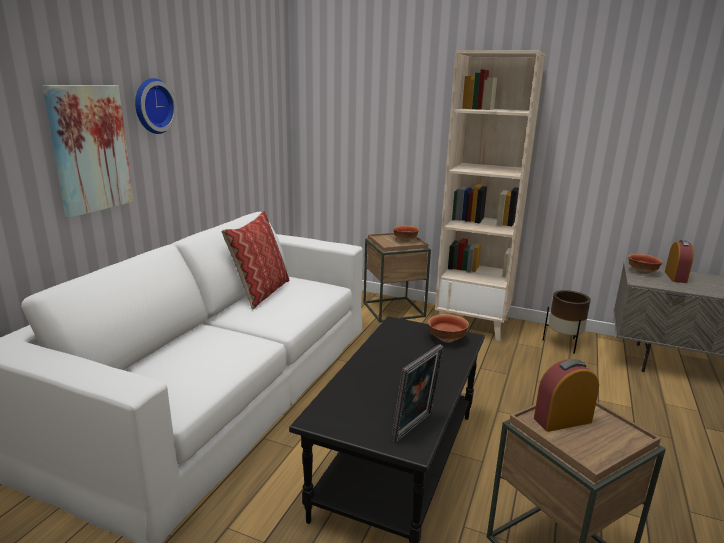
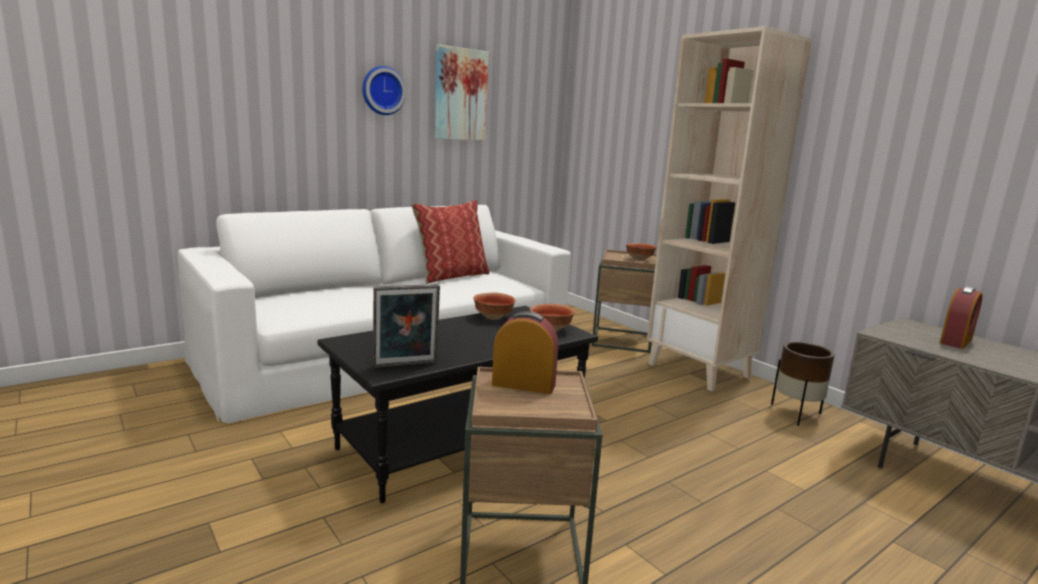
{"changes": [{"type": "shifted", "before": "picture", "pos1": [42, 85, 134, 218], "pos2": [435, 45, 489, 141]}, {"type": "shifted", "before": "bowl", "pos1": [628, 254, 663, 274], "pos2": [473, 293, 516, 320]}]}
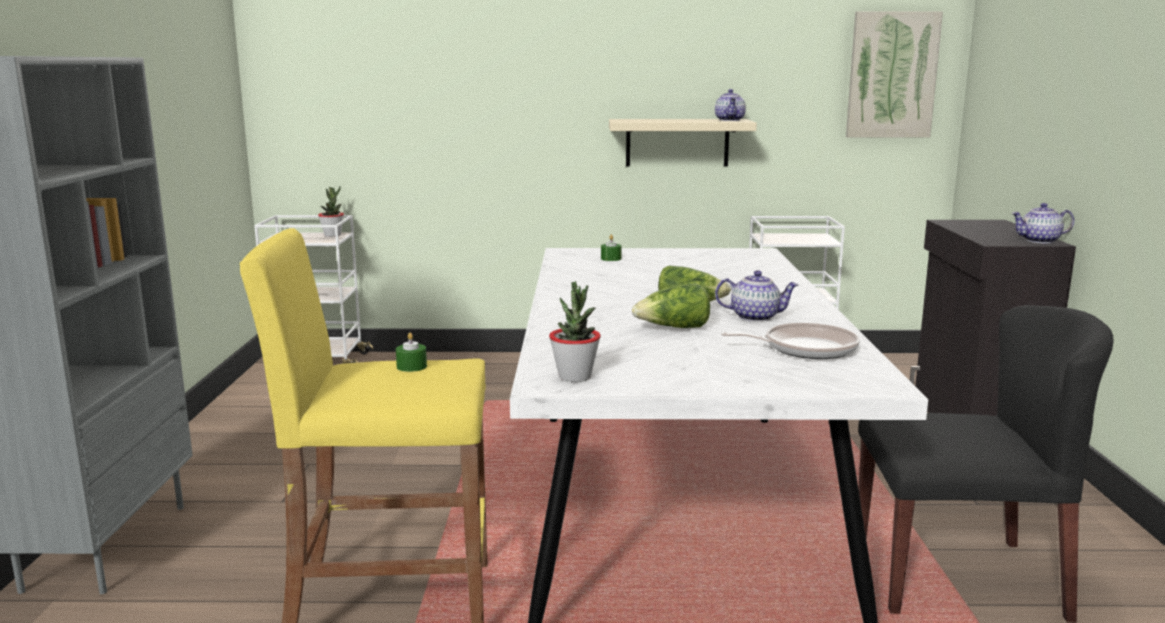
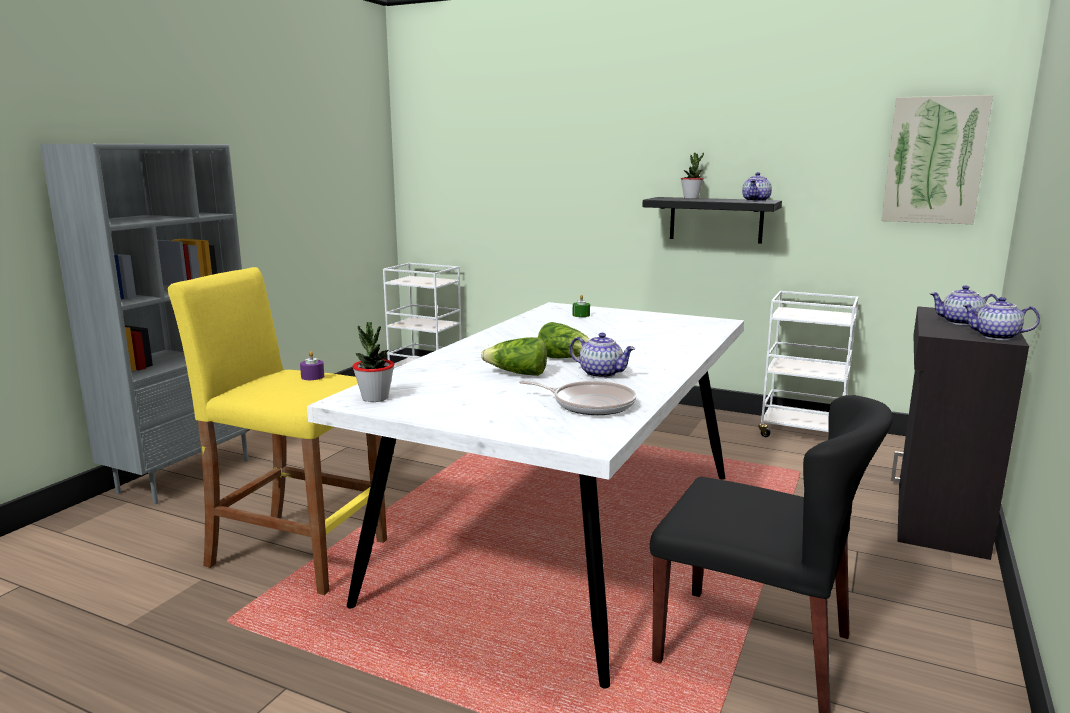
{"changes": [{"type": "new", "after": "teapot", "pos2": [930, 286, 999, 325]}, {"type": "shifted", "before": "potted plant", "pos1": [318, 186, 344, 237], "pos2": [681, 153, 704, 199]}, {"type": "repainted", "before": "green candle", "after": "purple candle", "pos1": [396, 332, 427, 372], "pos2": [300, 351, 324, 380]}, {"type": "repainted", "before": "beige shelf", "after": "black shelf", "pos1": [609, 119, 757, 167], "pos2": [642, 197, 782, 244]}]}
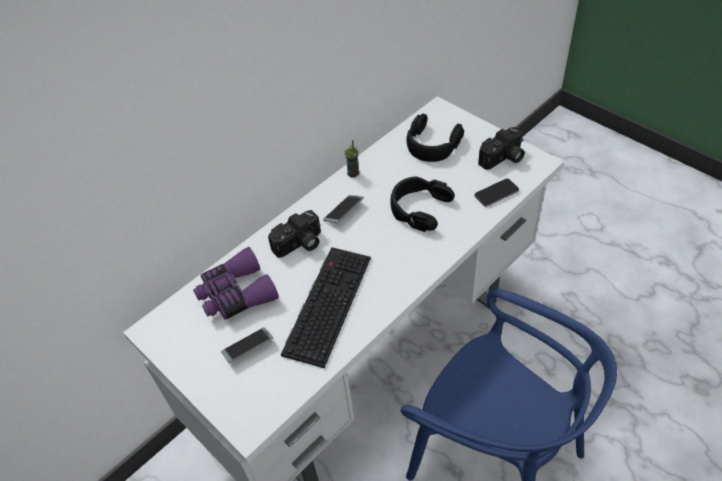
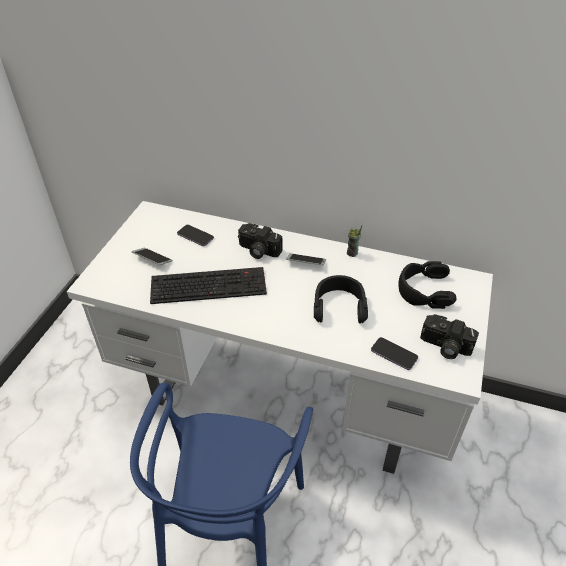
{"changes": [{"type": "swapped", "before": "purple binoculars", "after": "phone", "pos1": [193, 247, 279, 320], "pos2": [177, 225, 214, 246]}]}
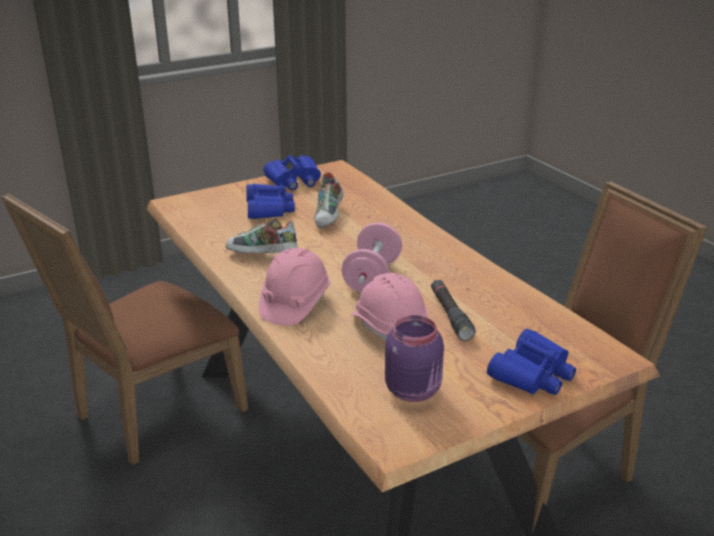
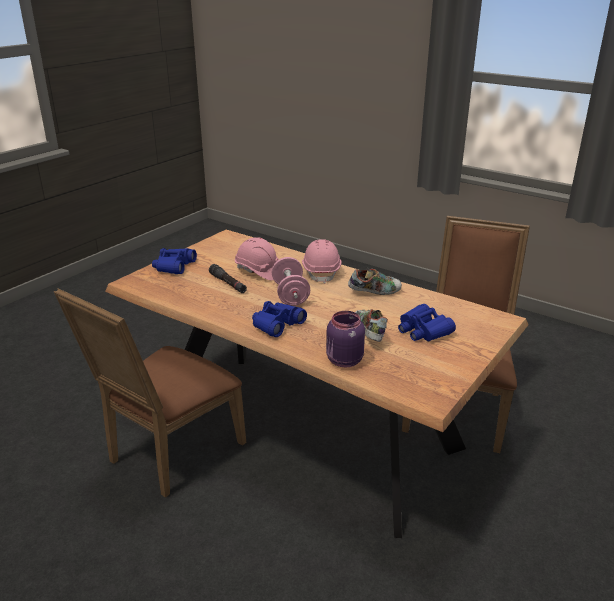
{"changes": [{"type": "shifted", "before": "blue binoculars", "pos1": [264, 155, 321, 191], "pos2": [252, 301, 307, 337]}, {"type": "shifted", "before": "purple jar", "pos1": [385, 315, 444, 402], "pos2": [326, 311, 365, 367]}]}
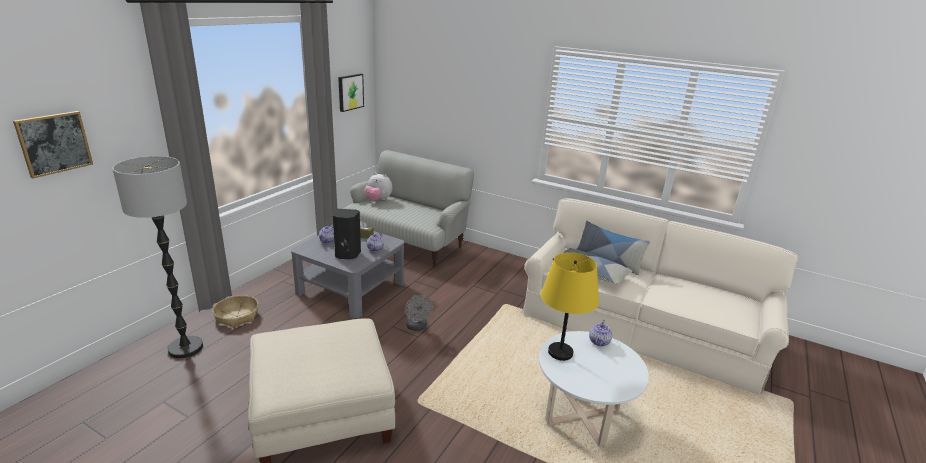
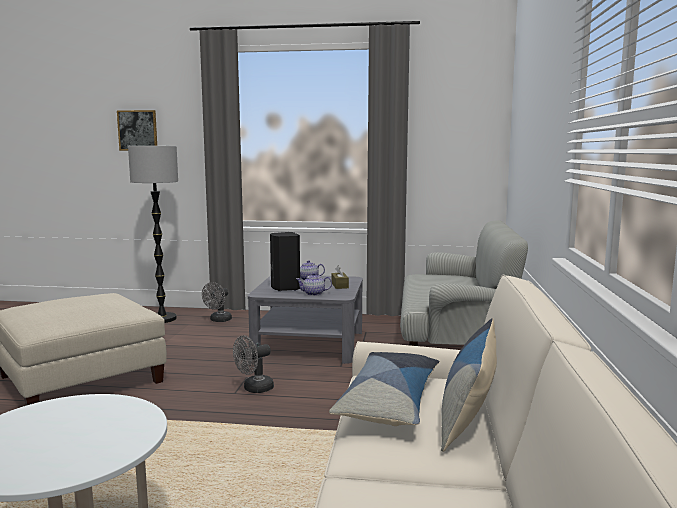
{"changes": [{"type": "gone", "before": "picture", "pos1": [338, 74, 364, 112]}, {"type": "gone", "before": "plush toy", "pos1": [365, 173, 393, 201]}, {"type": "gone", "before": "yellow table lamp", "pos1": [541, 252, 599, 361]}, {"type": "gone", "before": "teapot", "pos1": [589, 320, 612, 346]}, {"type": "swapped", "before": "basket", "after": "grey fan", "pos1": [213, 295, 259, 328], "pos2": [202, 282, 232, 322]}]}
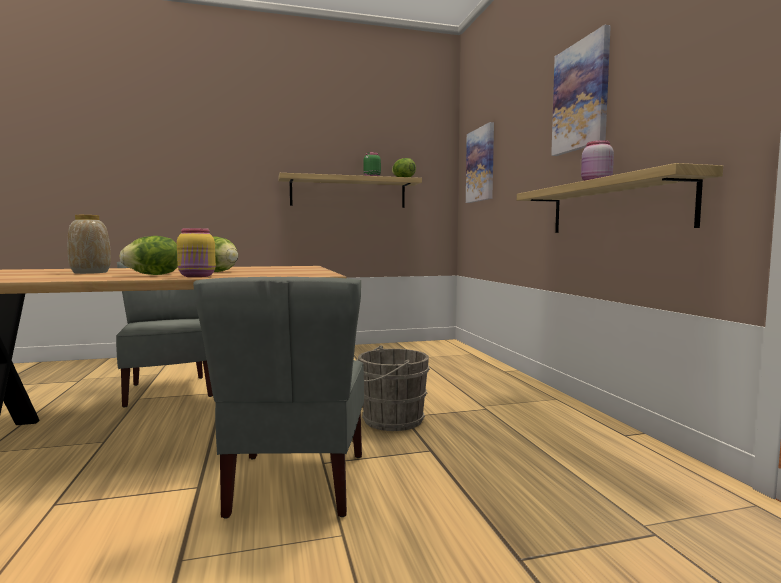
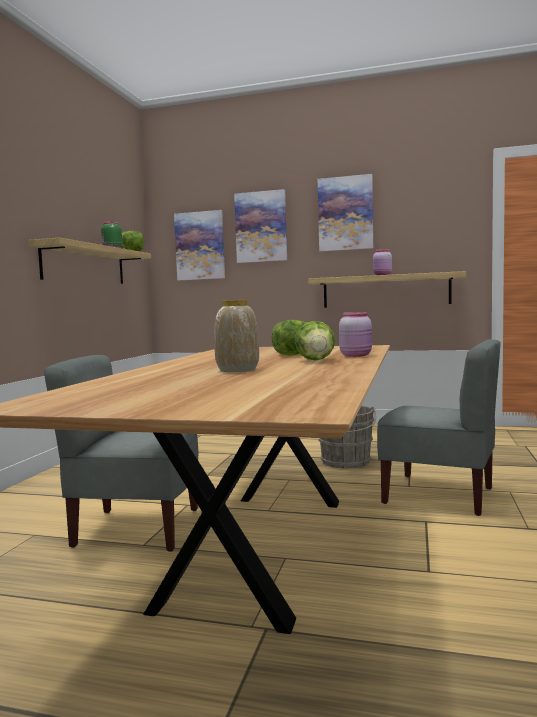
{"changes": [{"type": "new", "after": "picture", "pos2": [234, 189, 287, 263]}, {"type": "repainted", "before": "yellow jar", "after": "pink jar", "pos1": [177, 228, 216, 277], "pos2": [339, 312, 372, 357]}]}
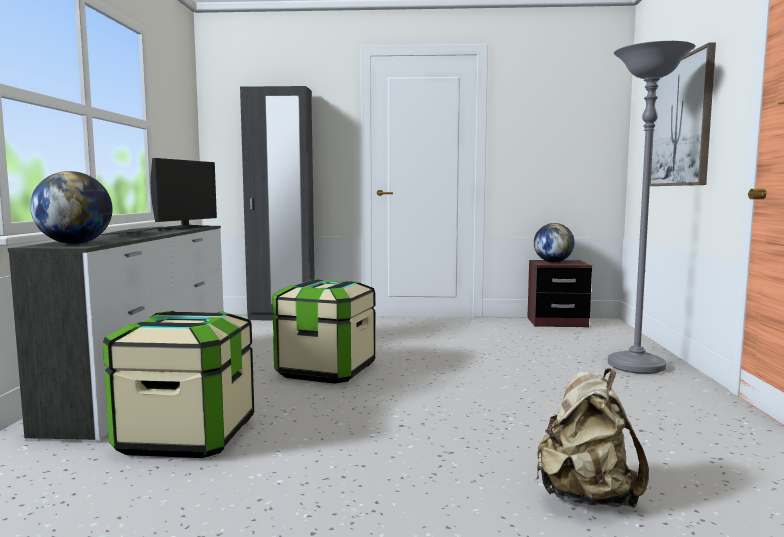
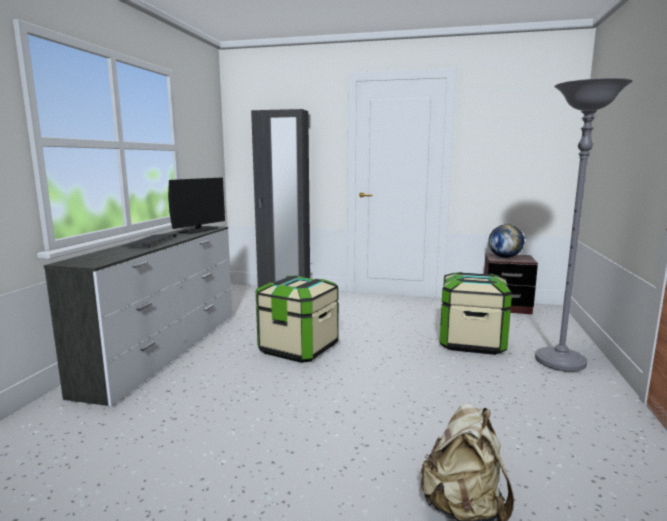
{"changes": [{"type": "gone", "before": "globe", "pos1": [30, 171, 112, 244]}, {"type": "gone", "before": "picture", "pos1": [650, 42, 716, 186]}, {"type": "shifted", "before": "storage box", "pos1": [103, 311, 254, 458], "pos2": [440, 272, 512, 355]}]}
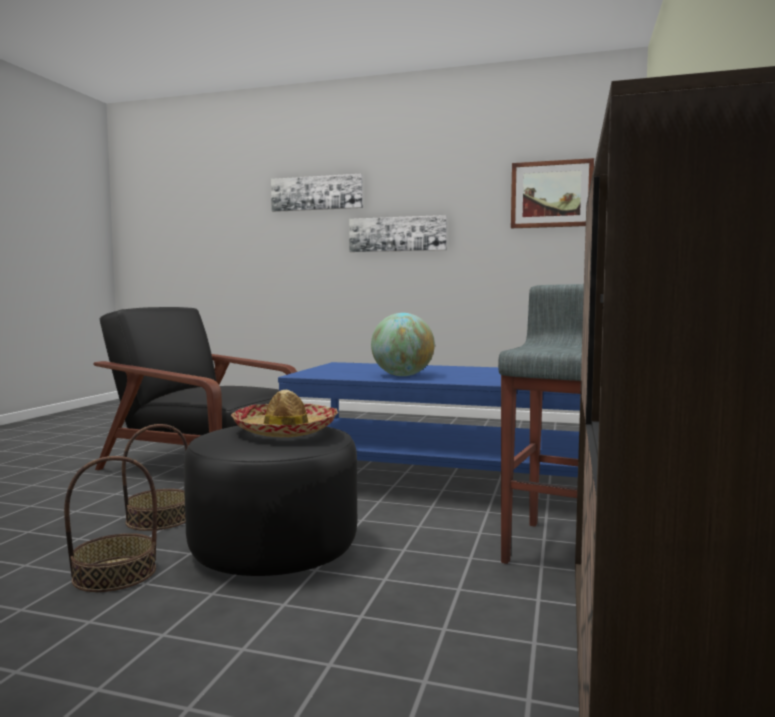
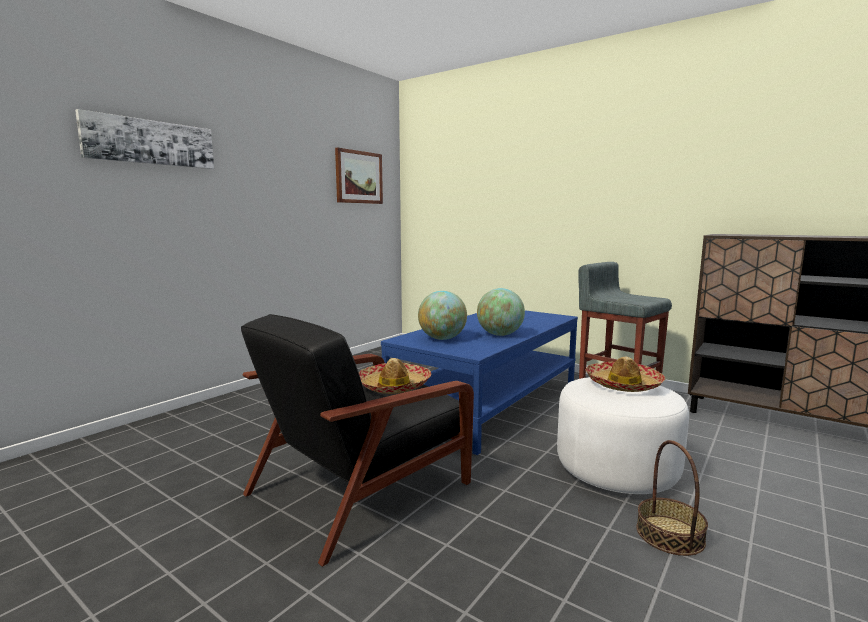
{"changes": [{"type": "gone", "before": "basket", "pos1": [122, 424, 188, 531]}, {"type": "gone", "before": "picture", "pos1": [349, 215, 447, 252]}, {"type": "new", "after": "hat", "pos2": [359, 358, 431, 394]}, {"type": "new", "after": "globe", "pos2": [418, 291, 467, 340]}, {"type": "repainted", "before": "black ottoman", "after": "white ottoman", "pos1": [184, 426, 357, 576], "pos2": [557, 377, 689, 494]}]}
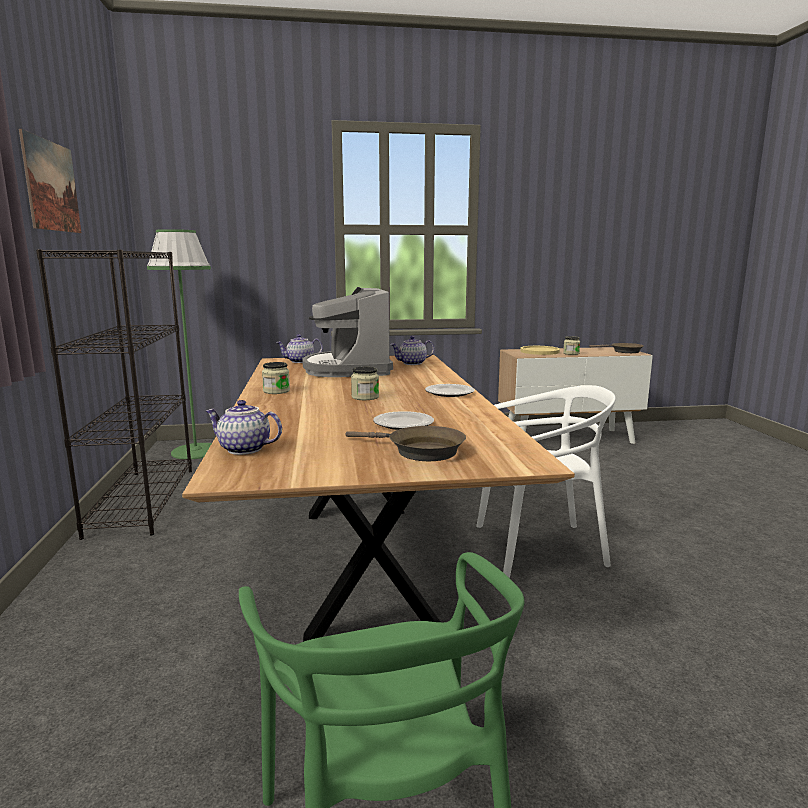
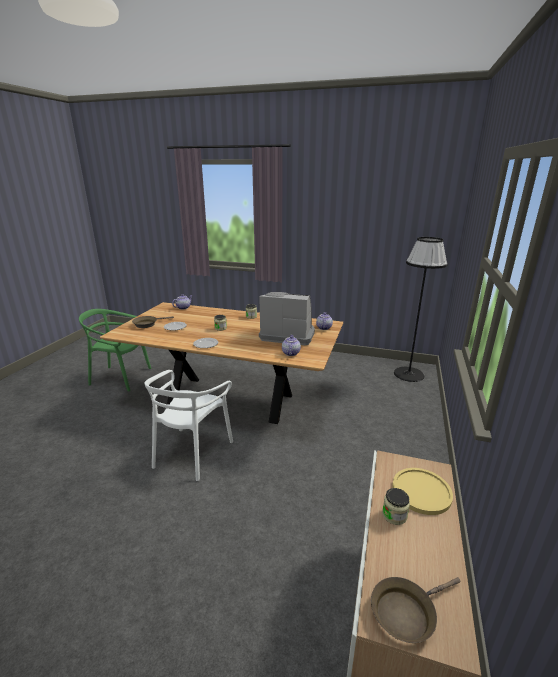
{"changes": [{"type": "gone", "before": "picture", "pos1": [19, 129, 81, 233]}, {"type": "gone", "before": "black bookcase", "pos1": [36, 249, 192, 540]}, {"type": "repainted", "before": "green floor lamp", "after": "black floor lamp", "pos1": [147, 229, 212, 459], "pos2": [394, 237, 448, 382]}]}
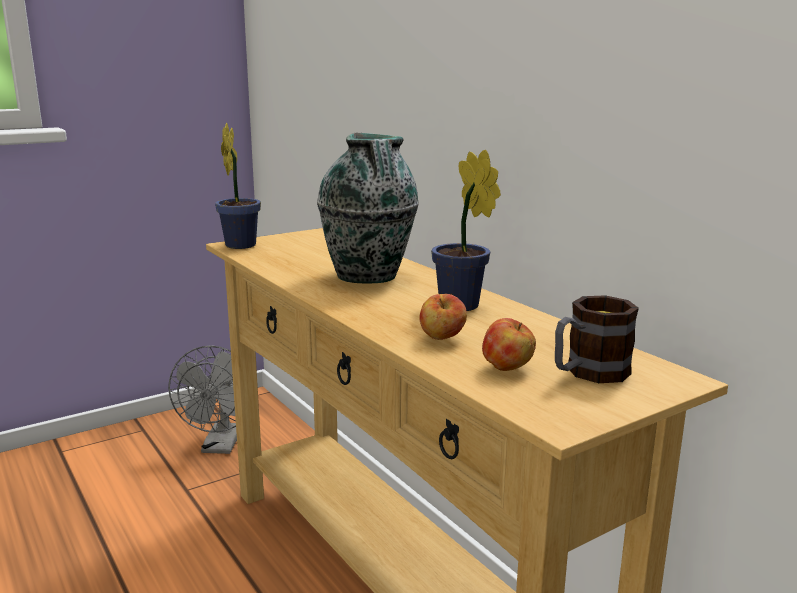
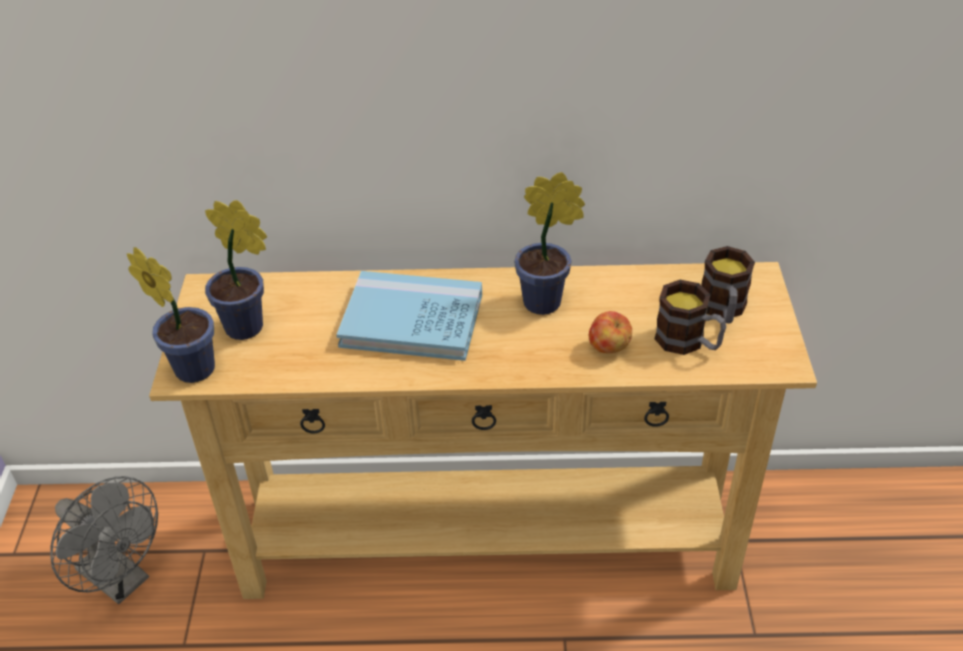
{"changes": [{"type": "new", "after": "potted plant", "pos2": [205, 200, 267, 340]}, {"type": "swapped", "before": "vase", "after": "blue book", "pos1": [317, 133, 419, 283], "pos2": [336, 271, 482, 361]}, {"type": "swapped", "before": "apple", "after": "mug", "pos1": [482, 318, 536, 371], "pos2": [655, 280, 726, 355]}]}
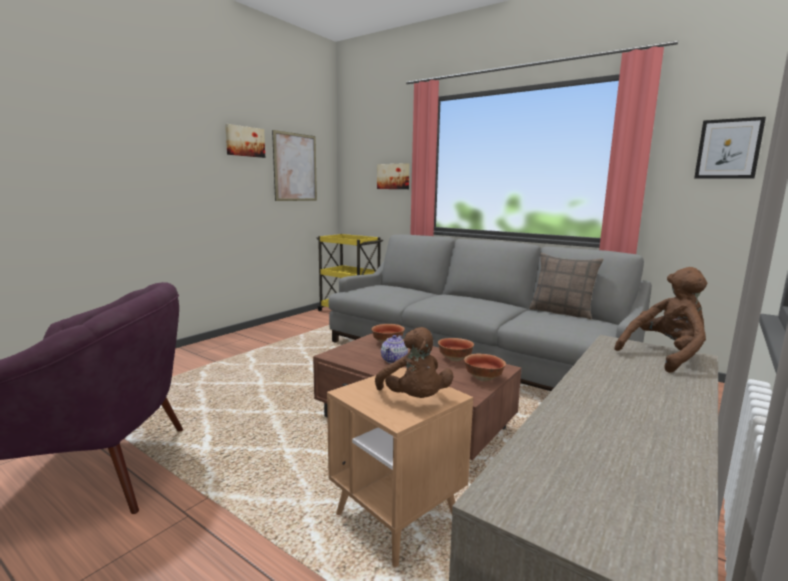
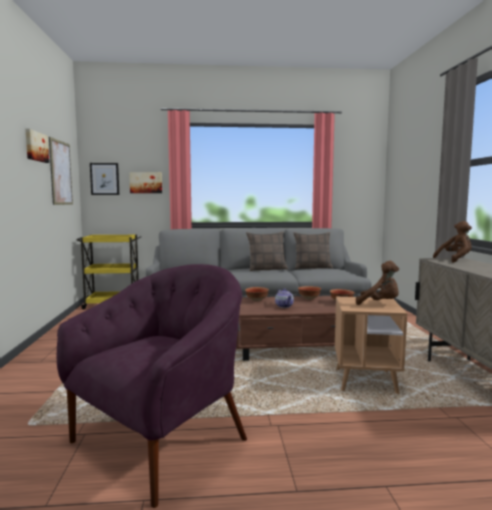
{"changes": [{"type": "new", "after": "pillow", "pos2": [246, 231, 288, 271]}, {"type": "shifted", "before": "picture", "pos1": [694, 117, 766, 179], "pos2": [90, 163, 119, 195]}, {"type": "rotated", "before": "brown plush toy", "pos1": [614, 267, 707, 373], "pos2": [433, 221, 472, 263], "turn": 45}]}
